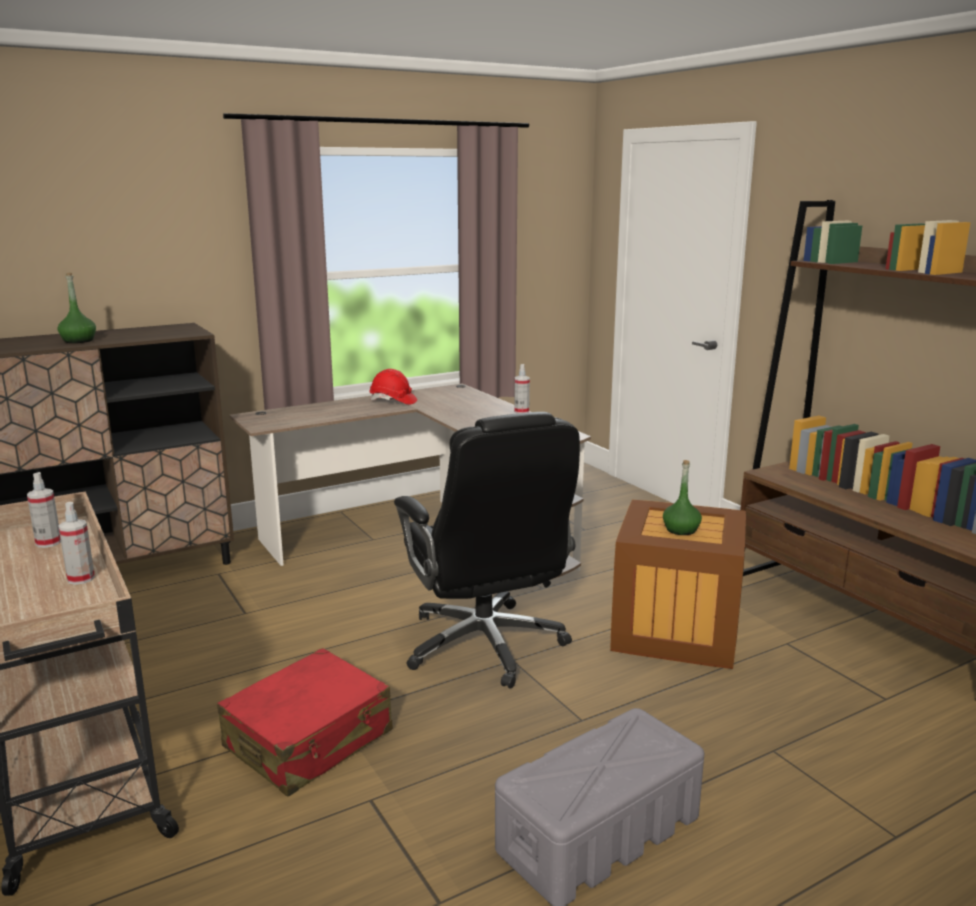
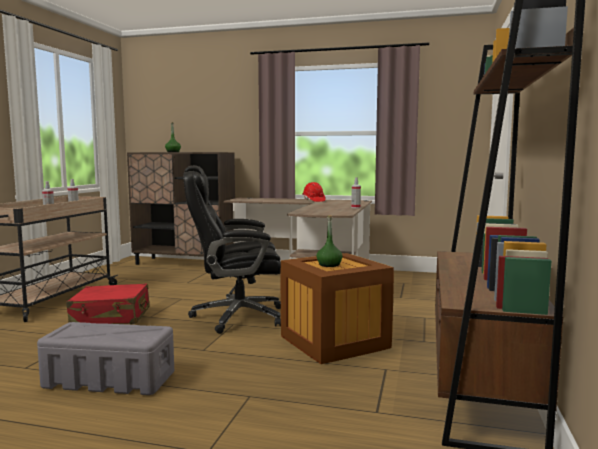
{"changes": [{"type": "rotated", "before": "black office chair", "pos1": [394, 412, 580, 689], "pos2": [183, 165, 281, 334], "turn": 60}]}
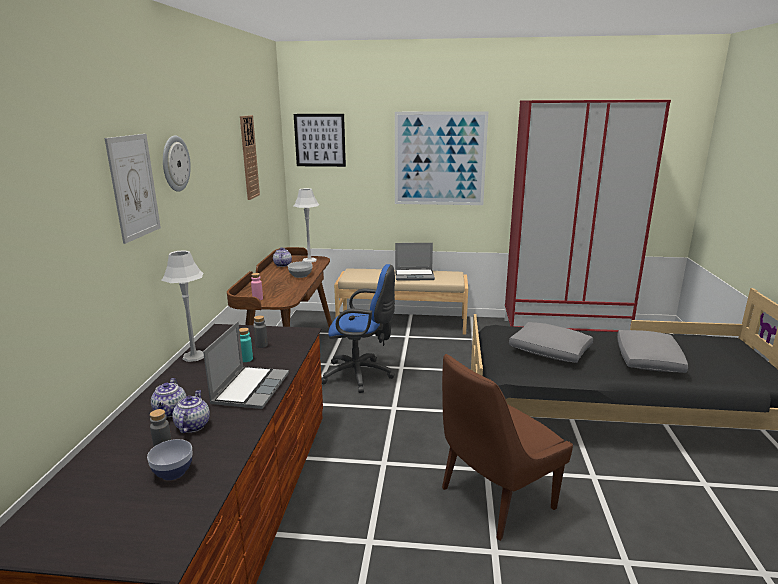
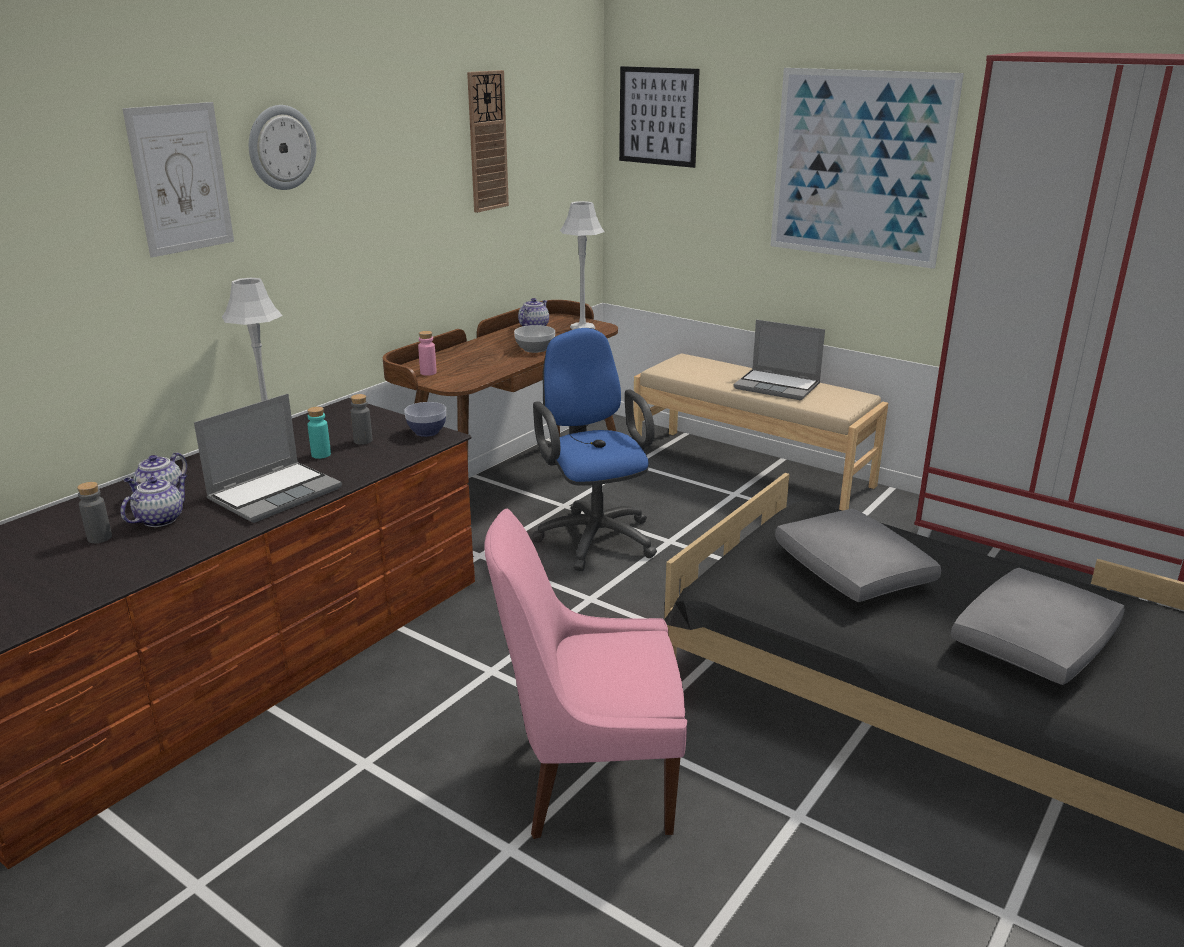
{"changes": [{"type": "shifted", "before": "bowl", "pos1": [147, 439, 193, 480], "pos2": [404, 402, 446, 437]}, {"type": "repainted", "before": "brown chair", "after": "pink chair", "pos1": [442, 354, 573, 541], "pos2": [484, 509, 687, 839]}, {"type": "rotated", "before": "blue office chair", "pos1": [322, 264, 395, 393], "pos2": [533, 328, 657, 571], "turn": -150}]}
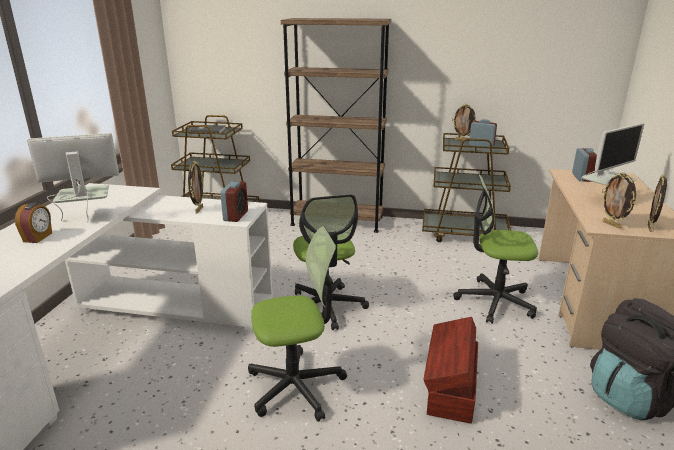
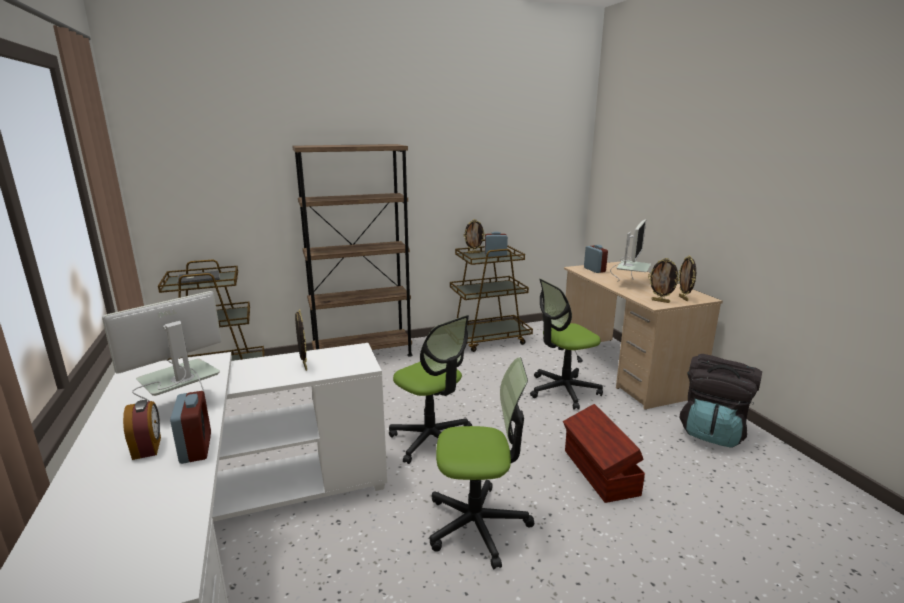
{"changes": [{"type": "shifted", "before": "alarm clock", "pos1": [220, 181, 248, 222], "pos2": [170, 391, 211, 464]}, {"type": "rotated", "before": "office chair", "pos1": [248, 226, 347, 422], "pos2": [430, 358, 534, 569], "turn": 45}]}
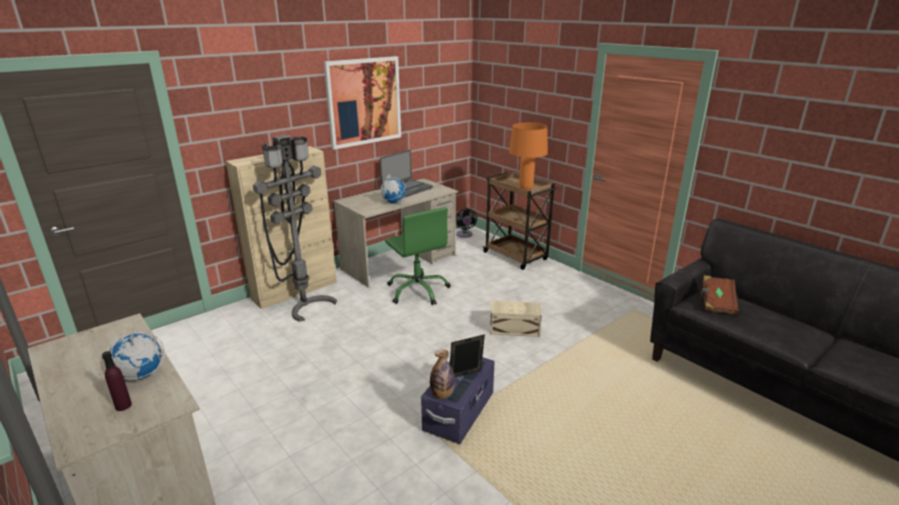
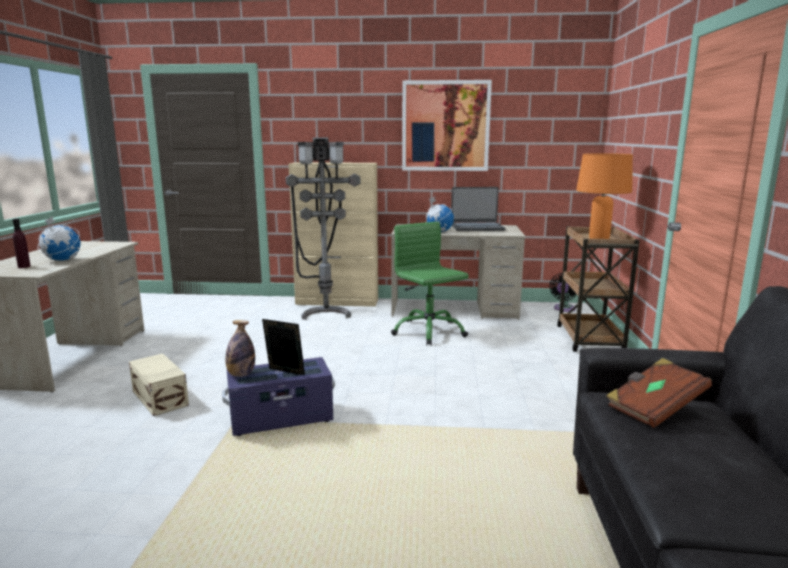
{"changes": [{"type": "shifted", "before": "beige storage box", "pos1": [490, 301, 542, 337], "pos2": [129, 354, 189, 416]}, {"type": "rotated", "before": "green office chair", "pos1": [385, 207, 451, 305], "pos2": [391, 222, 469, 346], "turn": 135}]}
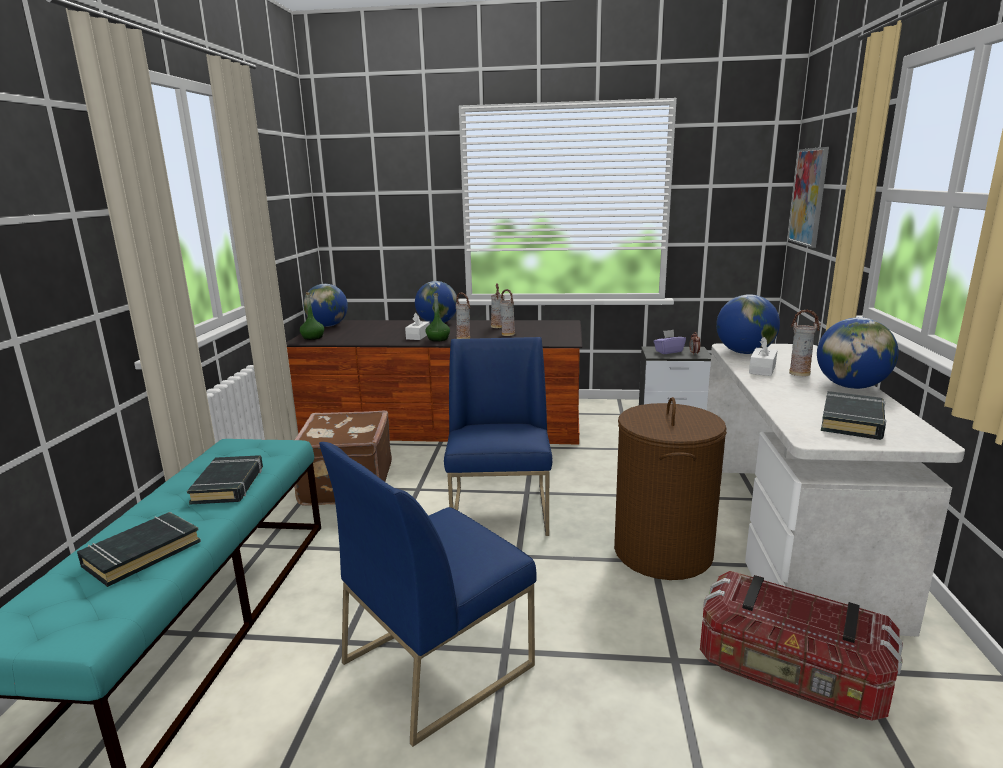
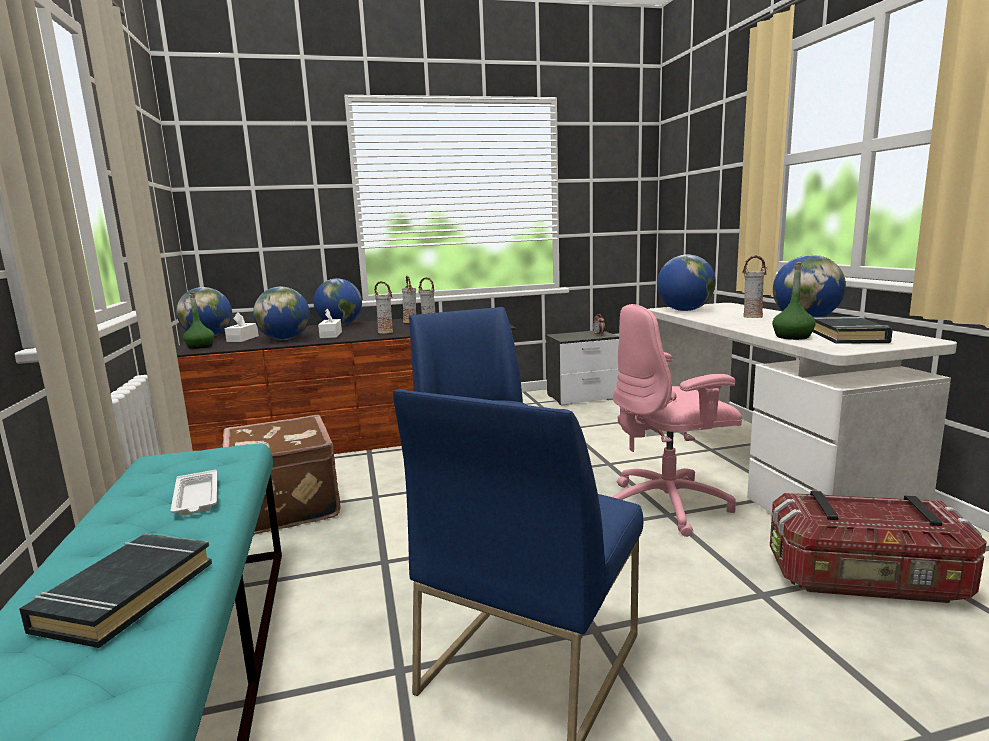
{"changes": [{"type": "gone", "before": "purple tissue box", "pos1": [653, 330, 686, 354]}, {"type": "gone", "before": "picture", "pos1": [788, 147, 829, 248]}, {"type": "new", "after": "globe", "pos2": [253, 287, 310, 340]}, {"type": "shifted", "before": "green bottle", "pos1": [426, 293, 450, 342], "pos2": [772, 262, 816, 340]}, {"type": "shifted", "before": "white tissue box", "pos1": [749, 337, 778, 376], "pos2": [225, 312, 259, 342]}, {"type": "swapped", "before": "black book", "after": "white tray", "pos1": [187, 455, 263, 505], "pos2": [171, 470, 217, 516]}, {"type": "swapped", "before": "brown laundry basket", "after": "pink office chair", "pos1": [614, 397, 727, 580], "pos2": [612, 304, 742, 537]}]}
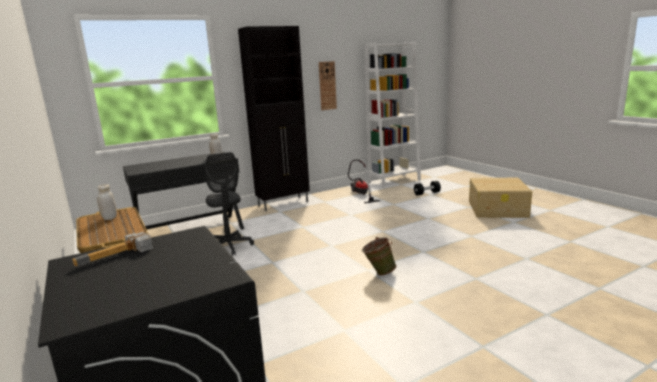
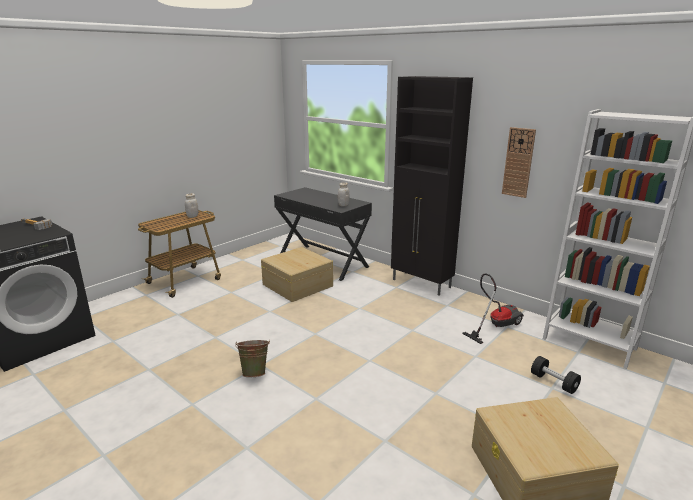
{"changes": [{"type": "swapped", "before": "grey office chair", "after": "beige storage box", "pos1": [205, 152, 254, 256], "pos2": [261, 247, 333, 302]}]}
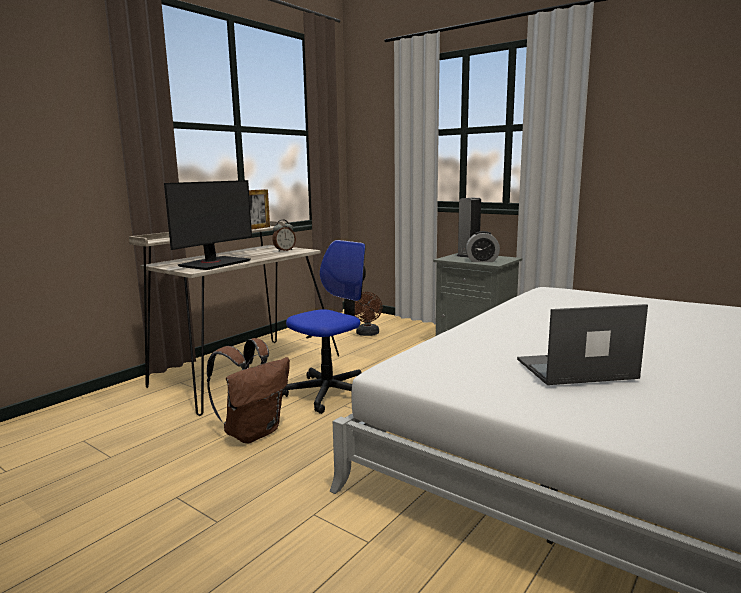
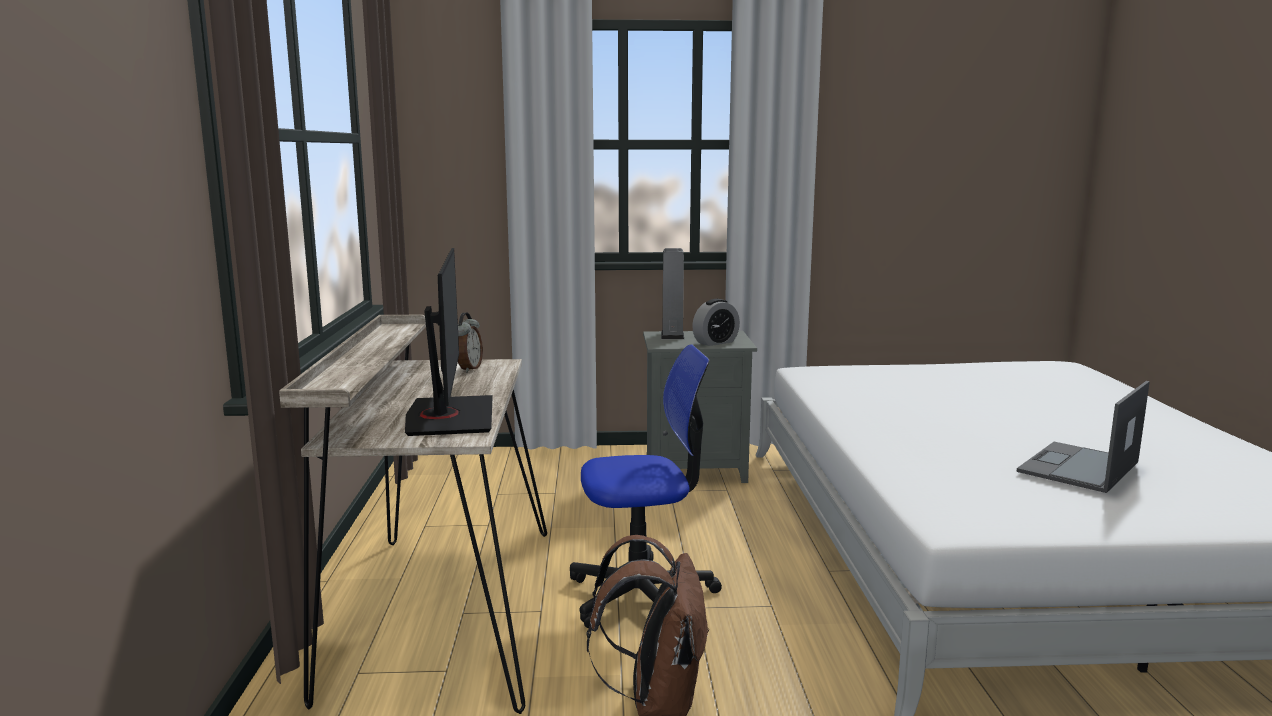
{"changes": [{"type": "gone", "before": "picture frame", "pos1": [249, 189, 270, 230]}, {"type": "gone", "before": "brown fan", "pos1": [355, 292, 382, 336]}, {"type": "rotated", "before": "office chair", "pos1": [282, 240, 366, 414], "pos2": [570, 344, 722, 628], "turn": 75}]}
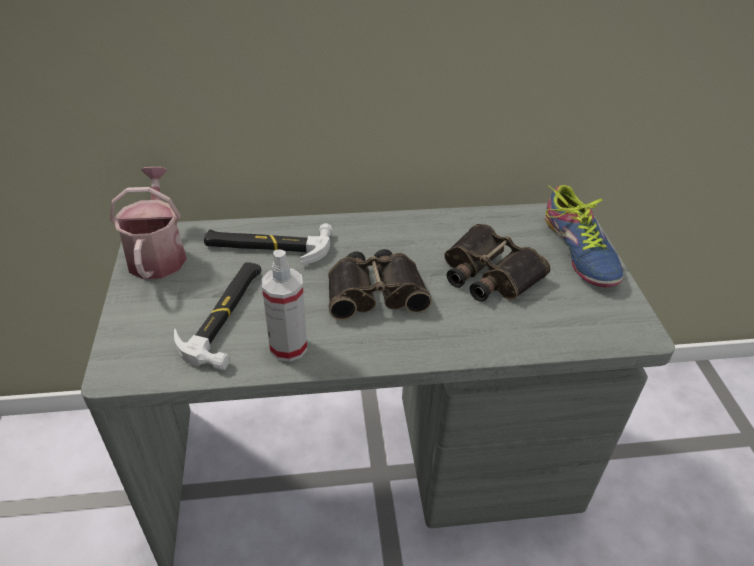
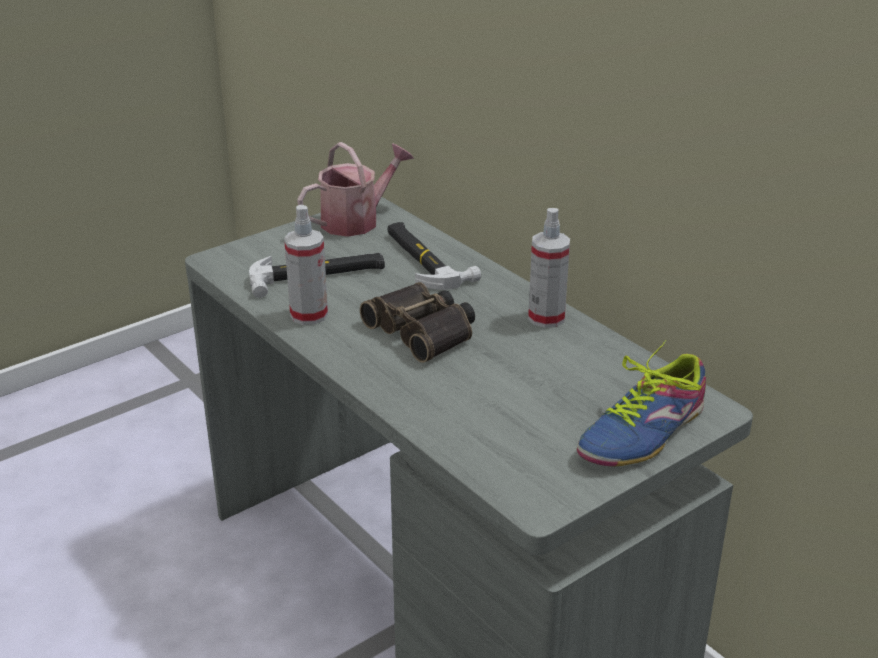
{"changes": [{"type": "gone", "before": "binoculars", "pos1": [444, 224, 551, 302]}, {"type": "new", "after": "spray bottle", "pos2": [528, 208, 570, 328]}]}
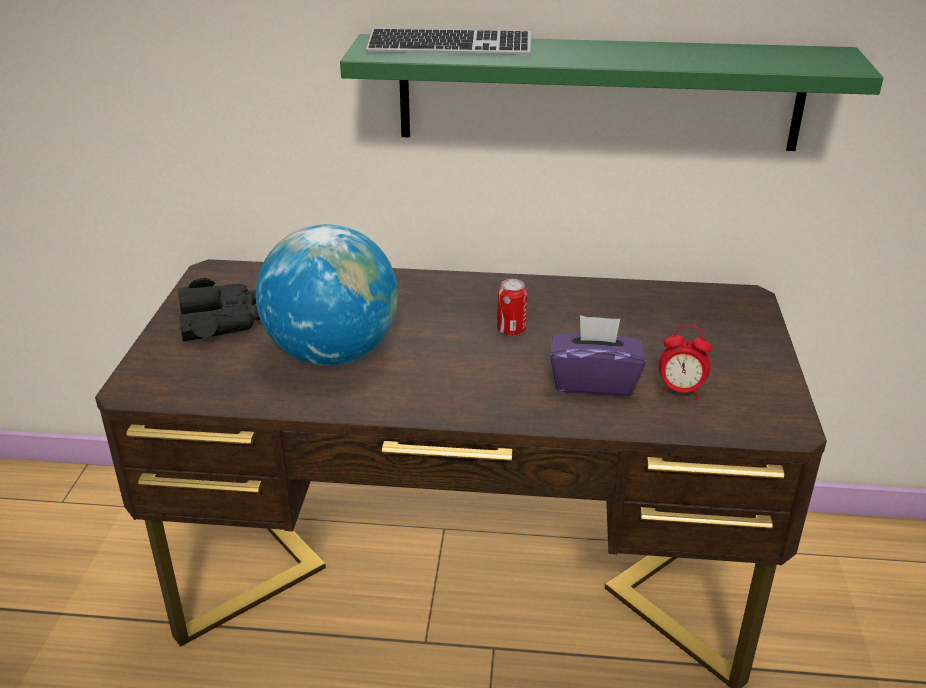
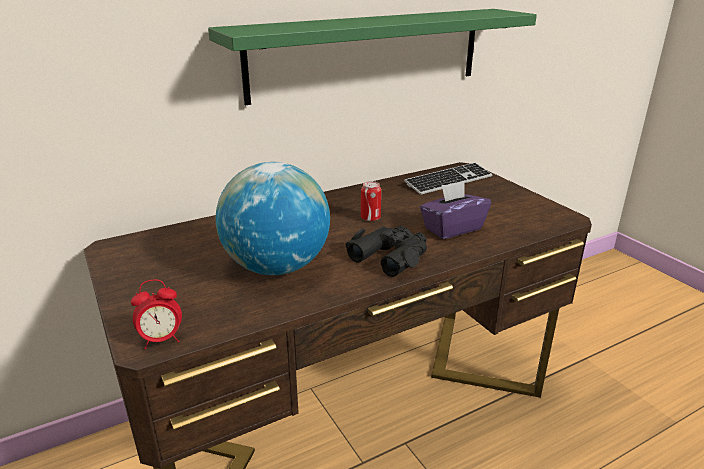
{"changes": [{"type": "shifted", "before": "black binoculars", "pos1": [178, 278, 260, 341], "pos2": [346, 226, 427, 277]}, {"type": "shifted", "before": "keyboard", "pos1": [366, 28, 531, 55], "pos2": [404, 163, 493, 195]}, {"type": "shifted", "before": "alarm clock", "pos1": [659, 325, 712, 400], "pos2": [131, 279, 182, 349]}]}
